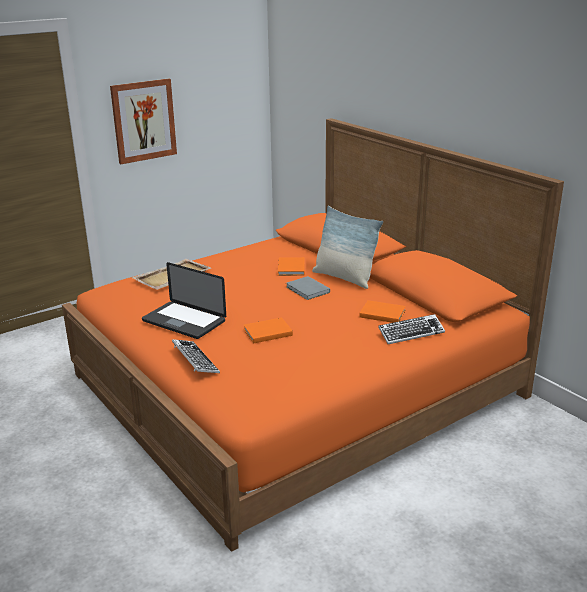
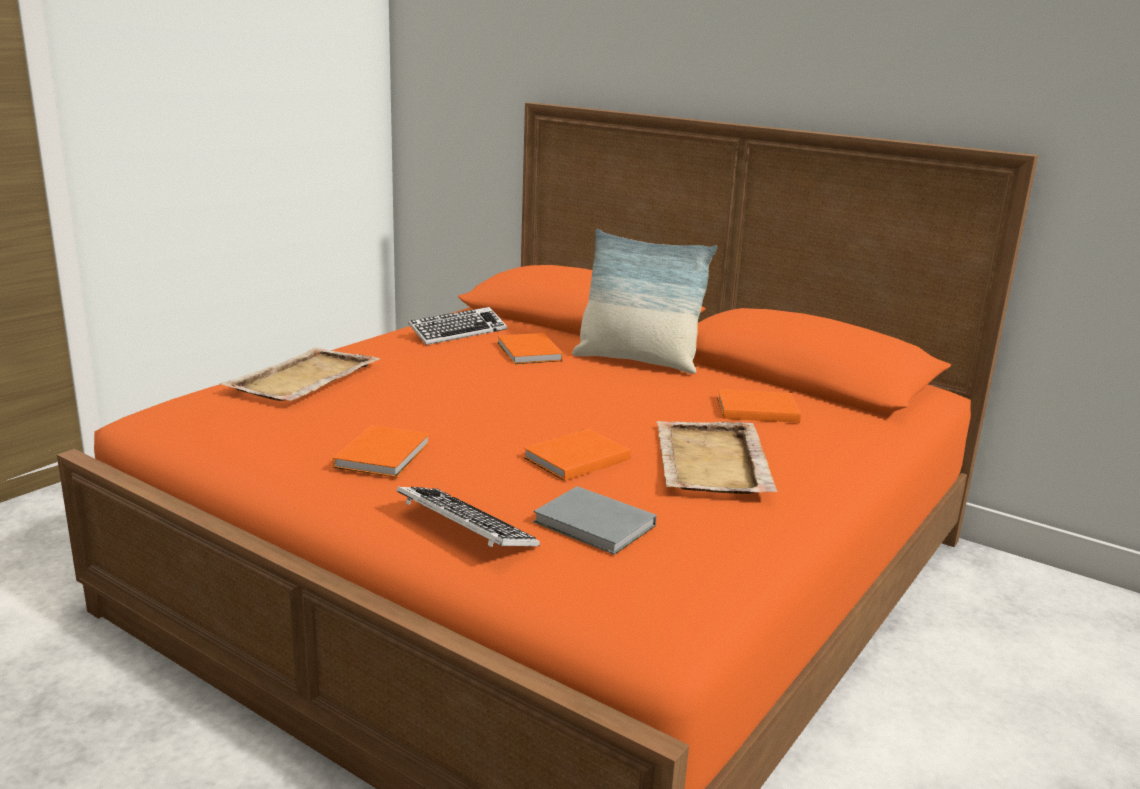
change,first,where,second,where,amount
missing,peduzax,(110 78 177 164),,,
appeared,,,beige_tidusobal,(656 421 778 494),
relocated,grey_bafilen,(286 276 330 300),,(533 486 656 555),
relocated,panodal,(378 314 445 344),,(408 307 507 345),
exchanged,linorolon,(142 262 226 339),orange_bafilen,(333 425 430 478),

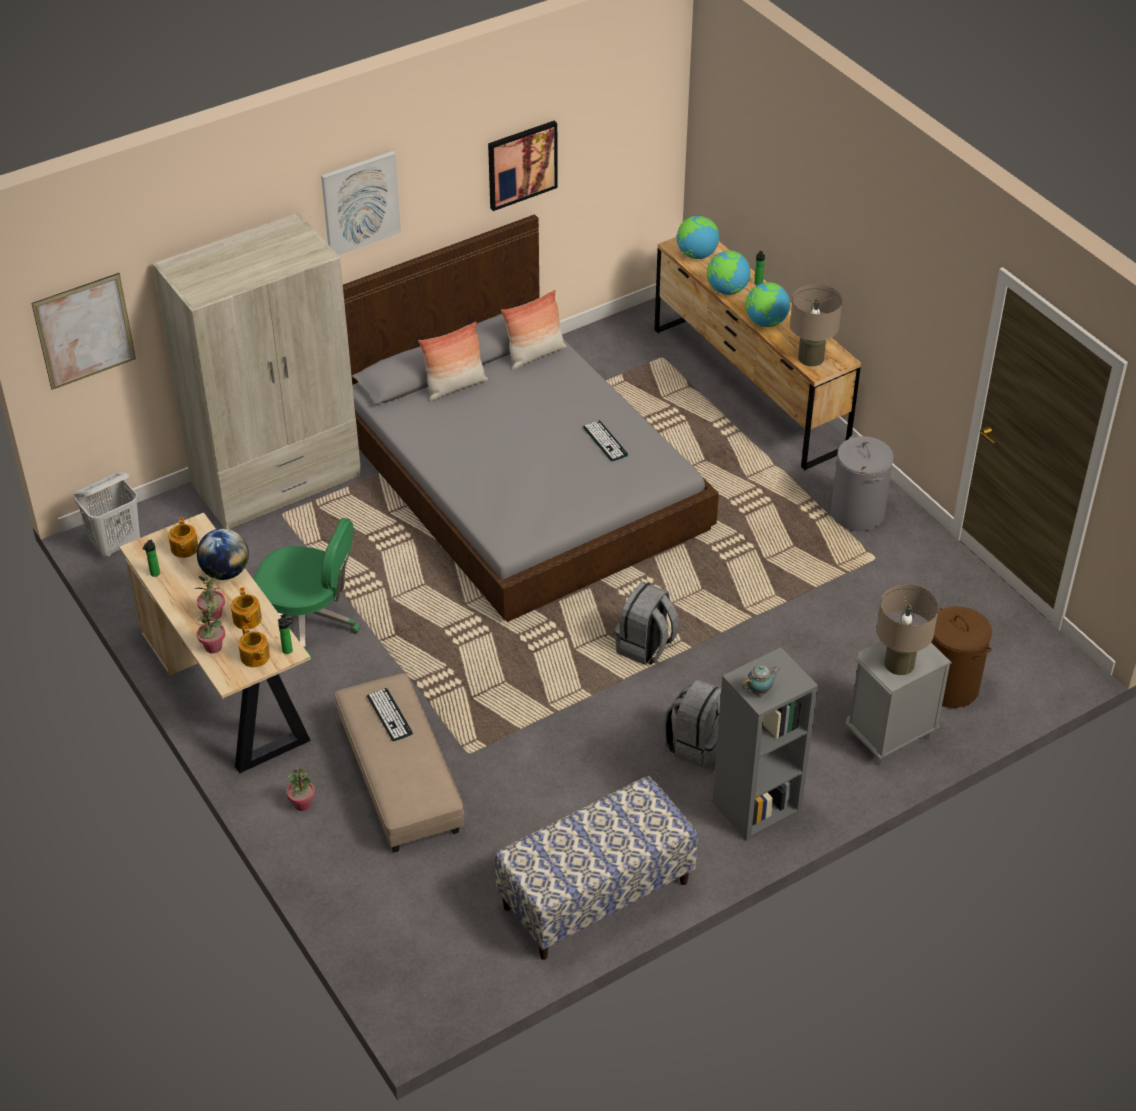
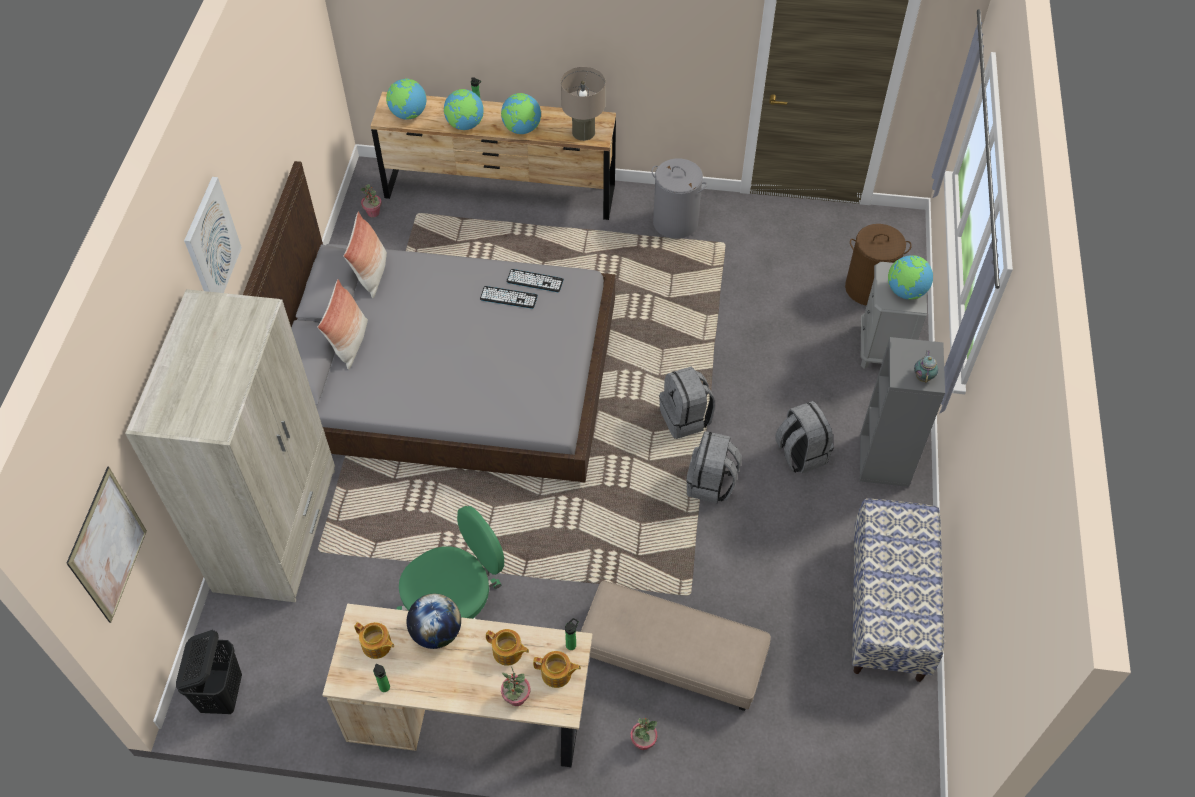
change,first,where,second,where,amount
missing,peduzax,(488 121 558 211),,,
appeared,,,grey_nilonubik,(686 431 742 503),
relocated,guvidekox,(194 576 225 621),,(361 184 382 217),
relocated,panodal,(367 688 413 741),,(506 269 564 292),
exchanged,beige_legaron,(876 584 939 675),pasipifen,(888 255 933 300),
colour,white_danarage,(74 472 140 557),black_danarage,(176 630 242 714),

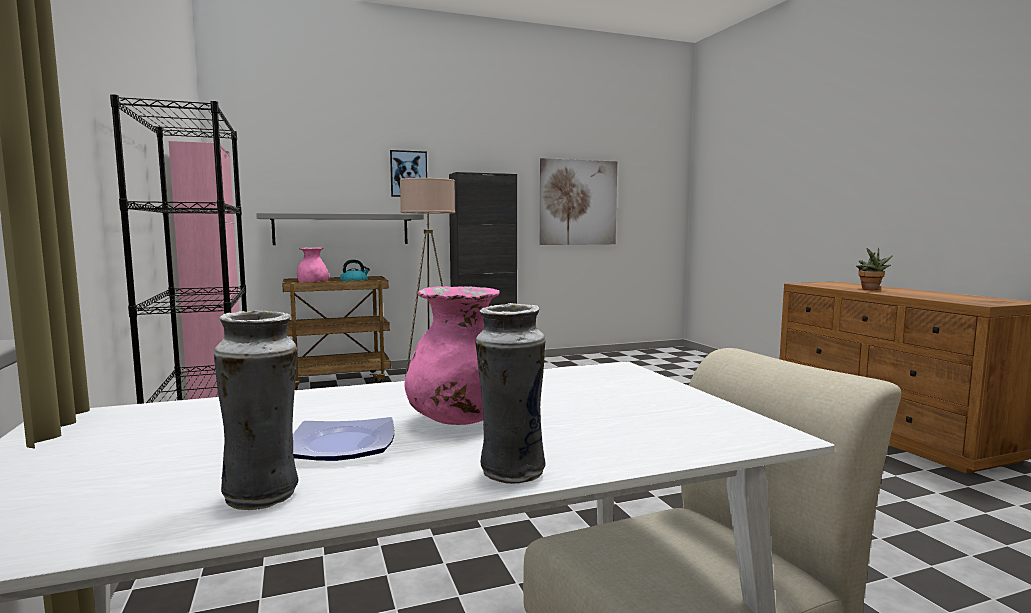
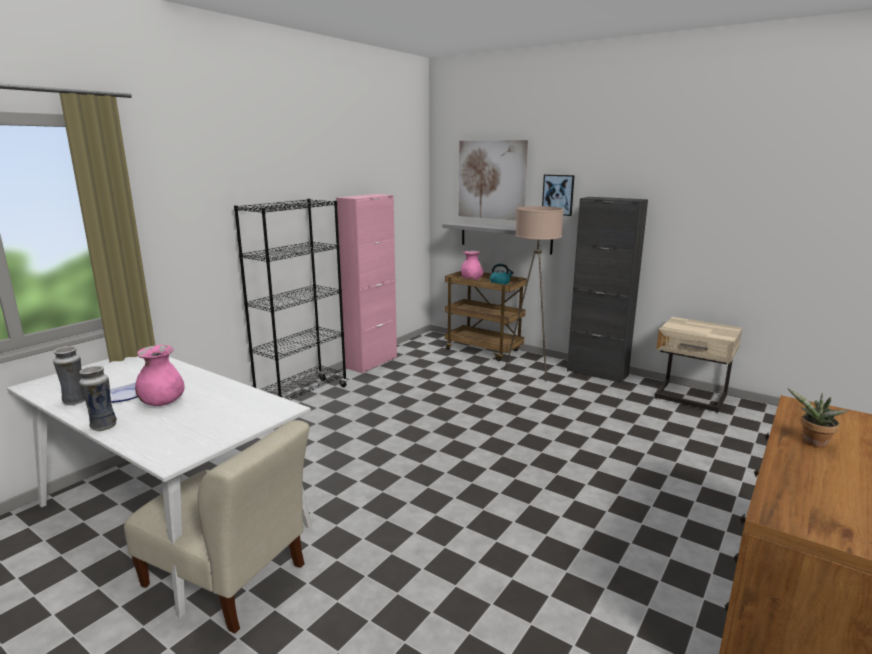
change,first,where,second,where,amount
appeared,,,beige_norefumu,(654 317 742 413),
relocated,peduzax,(540 158 617 245),,(459 140 528 220),

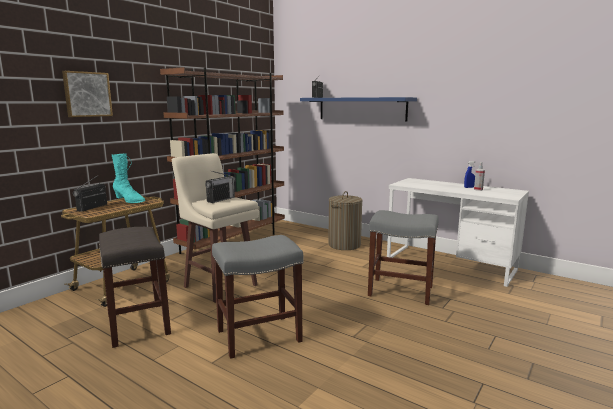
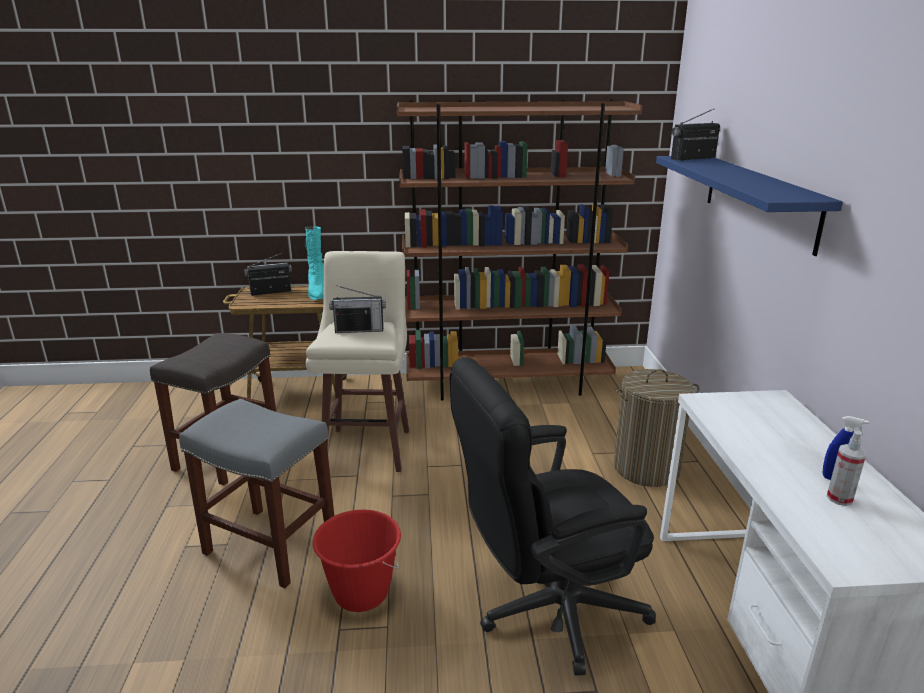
change,first,where,second,where,amount
missing,peduzax,(62 71 113 117),,,
appeared,,,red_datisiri,(313 510 401 612),
exchanged,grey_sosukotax,(368 210 439 305),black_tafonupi,(450 357 656 676),

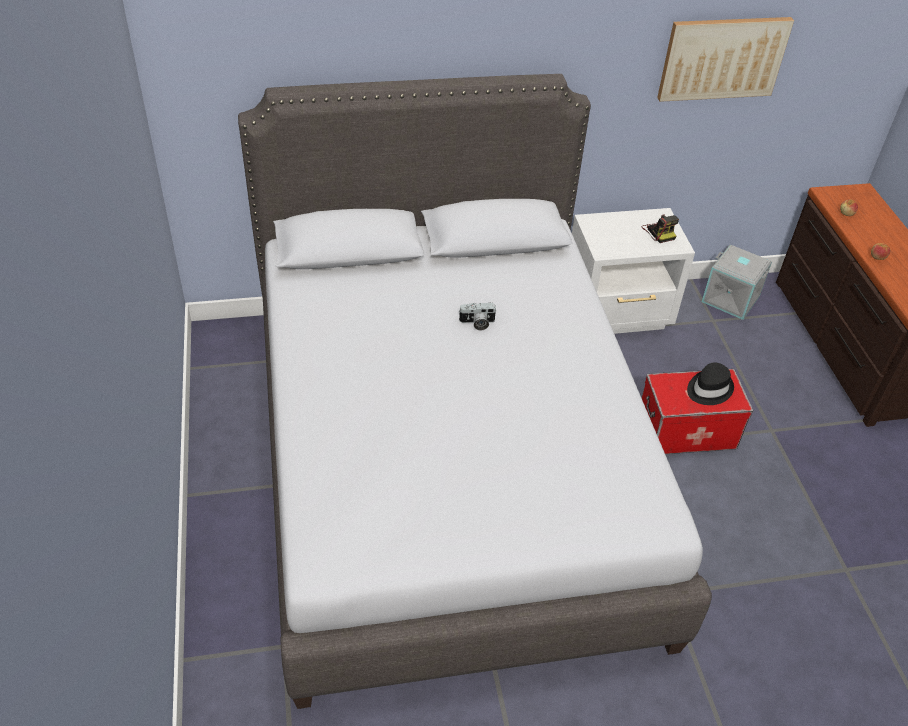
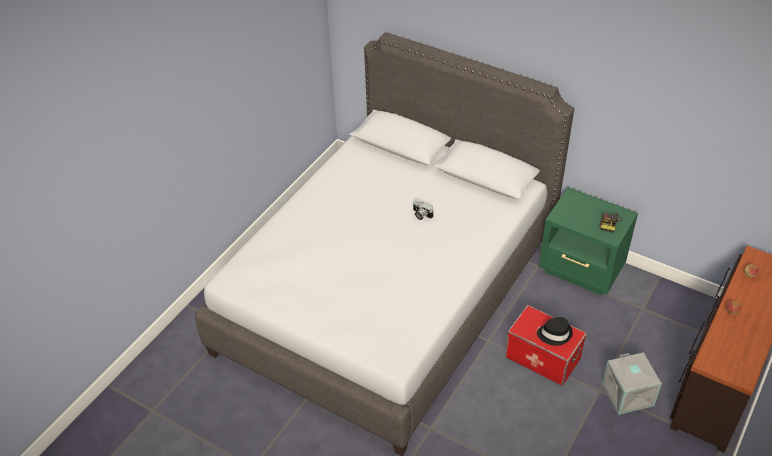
change,first,where,second,where,amount
missing,peduzax,(657 17 794 102),,,
relocated,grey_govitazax,(702 245 772 320),,(602 352 662 415),
colour,white_norefumu,(572 208 695 334),green_norefumu,(539 187 638 295),

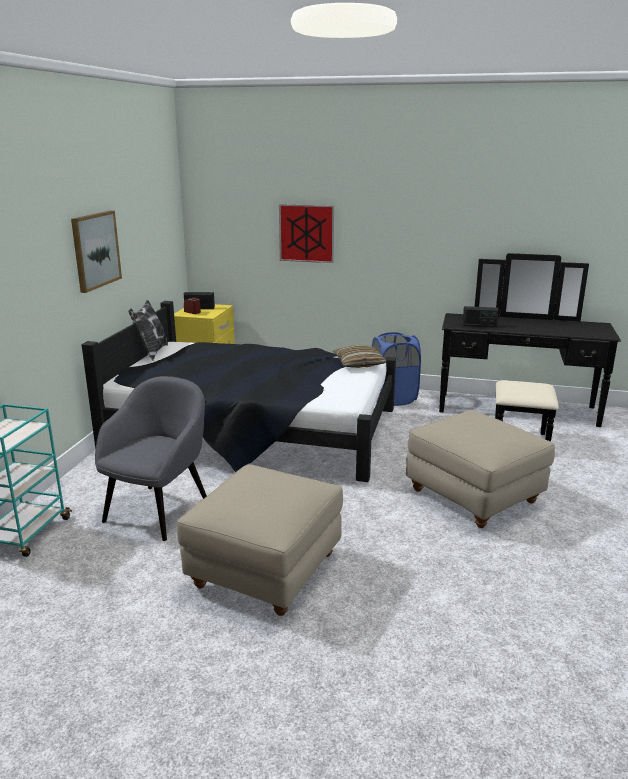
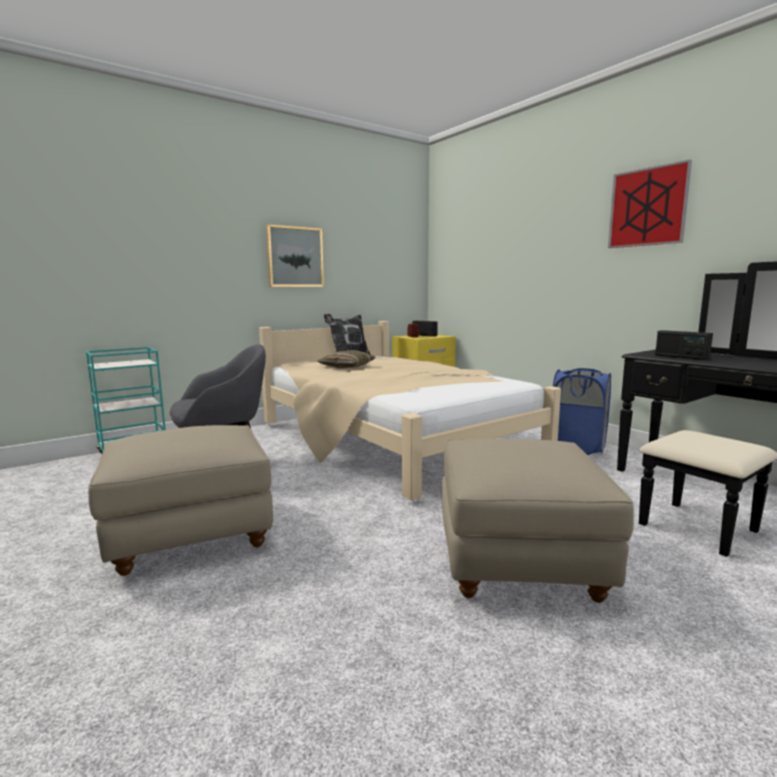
change,first,where,second,where,amount
relocated,peduzax,(279 204 334 263),,(608 159 692 248),
relocated,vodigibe,(333 345 387 368),,(317 350 375 368),
colour,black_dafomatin,(81 301 396 482),beige_dafomatin,(259 321 561 501),

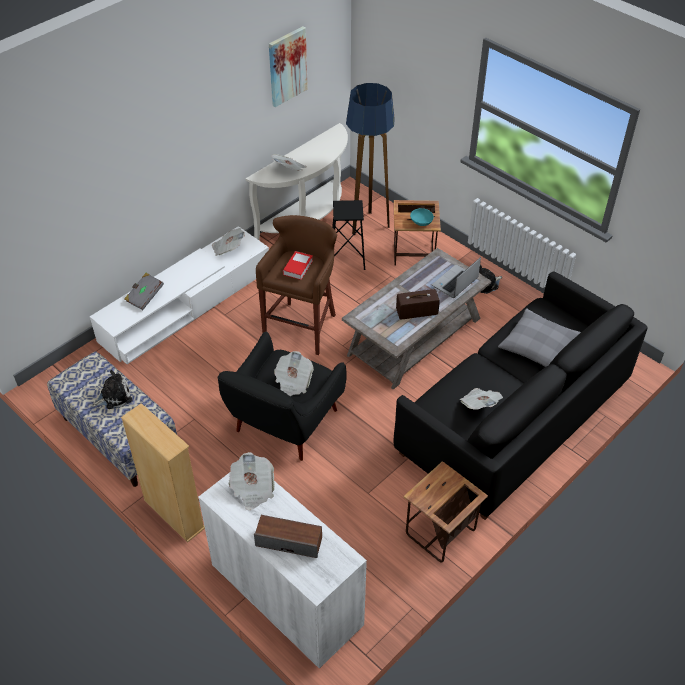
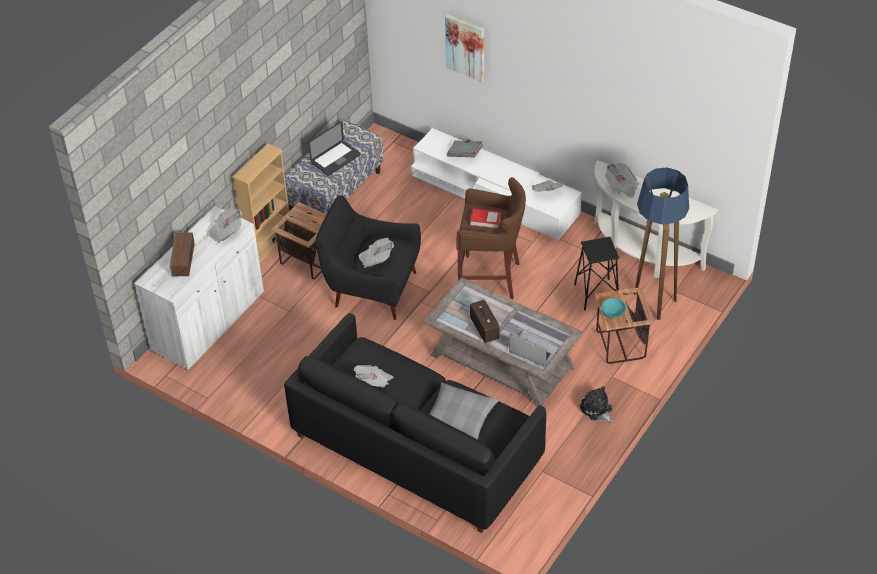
change,first,where,second,where,amount
relocated,peduzax,(269 26 308 107),,(445 14 484 82),
relocated,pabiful,(404 461 488 563),,(271 202 326 280),
exchanged,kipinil,(92 370 133 409),linorolon,(309 121 361 176),

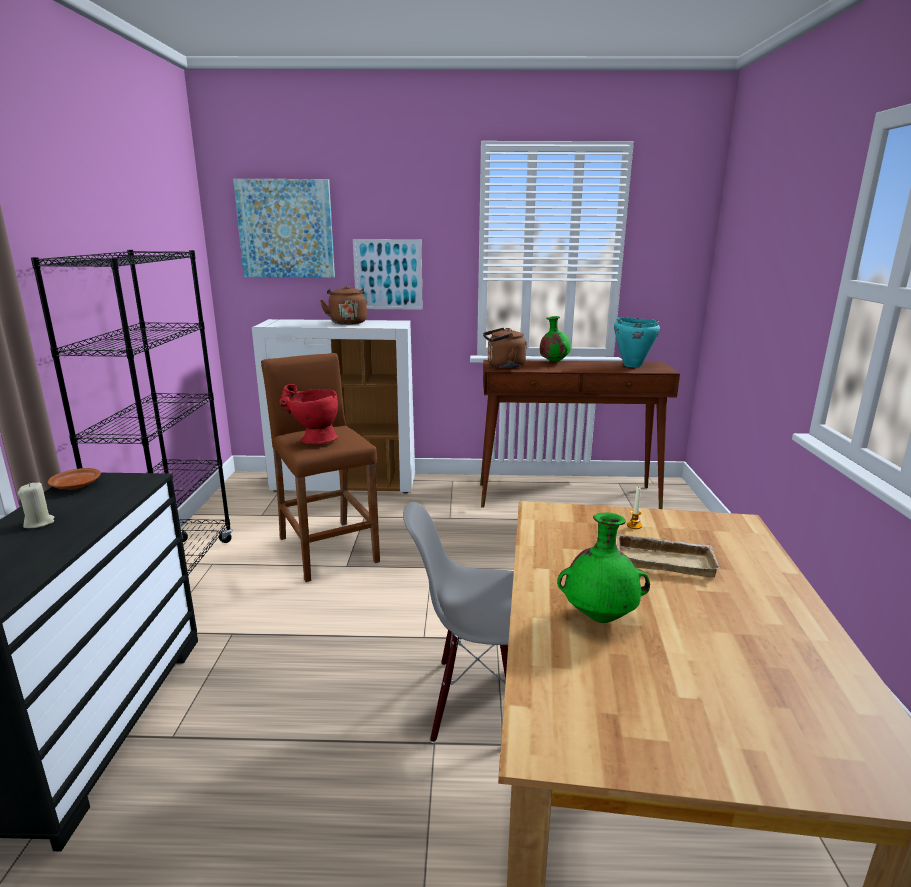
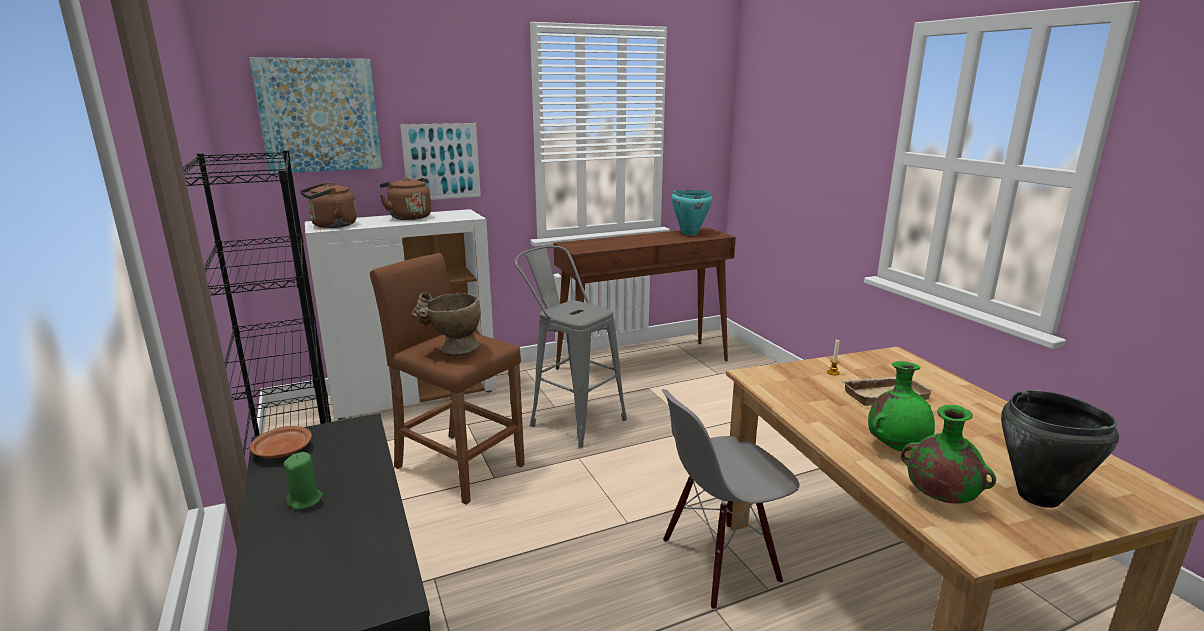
change,first,where,second,where,amount
appeared,,,grey_sosukotax,(515 246 627 448),
appeared,,,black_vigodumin,(1001 390 1119 508),
relocated,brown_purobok,(483 328 527 368),,(300 182 357 228),
relocated,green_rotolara,(540 316 571 362),,(901 405 996 504),
colour,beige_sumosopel,(18 482 54 528),green_sumosopel,(283 452 323 510),
colour,red_rotolara,(279 384 338 445),beige_rotolara,(411 293 481 356),

